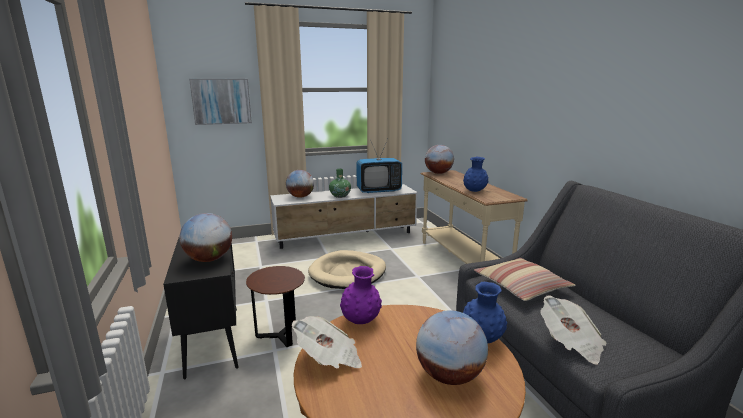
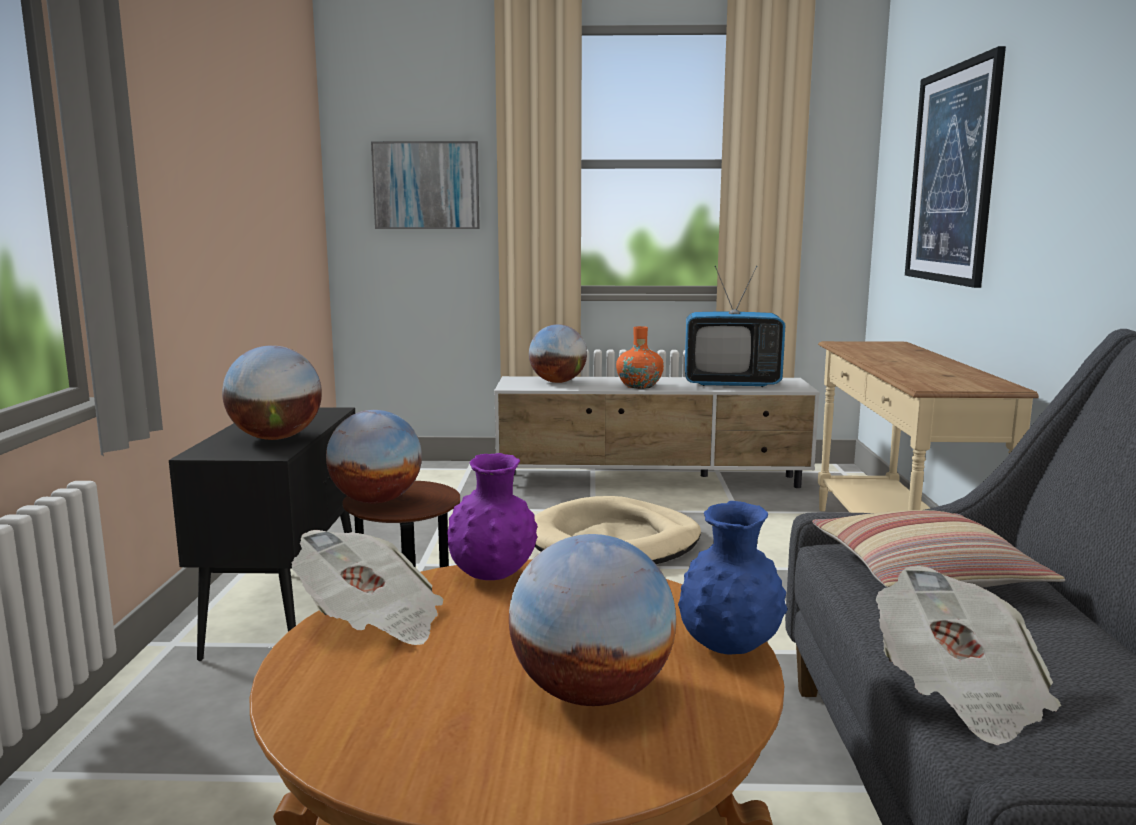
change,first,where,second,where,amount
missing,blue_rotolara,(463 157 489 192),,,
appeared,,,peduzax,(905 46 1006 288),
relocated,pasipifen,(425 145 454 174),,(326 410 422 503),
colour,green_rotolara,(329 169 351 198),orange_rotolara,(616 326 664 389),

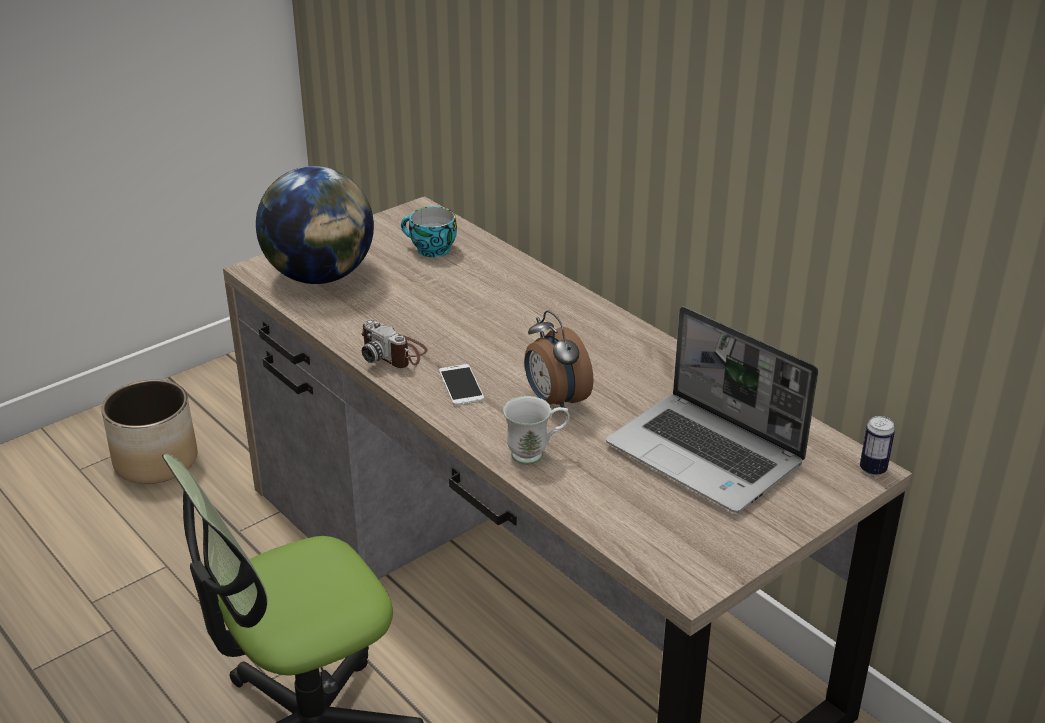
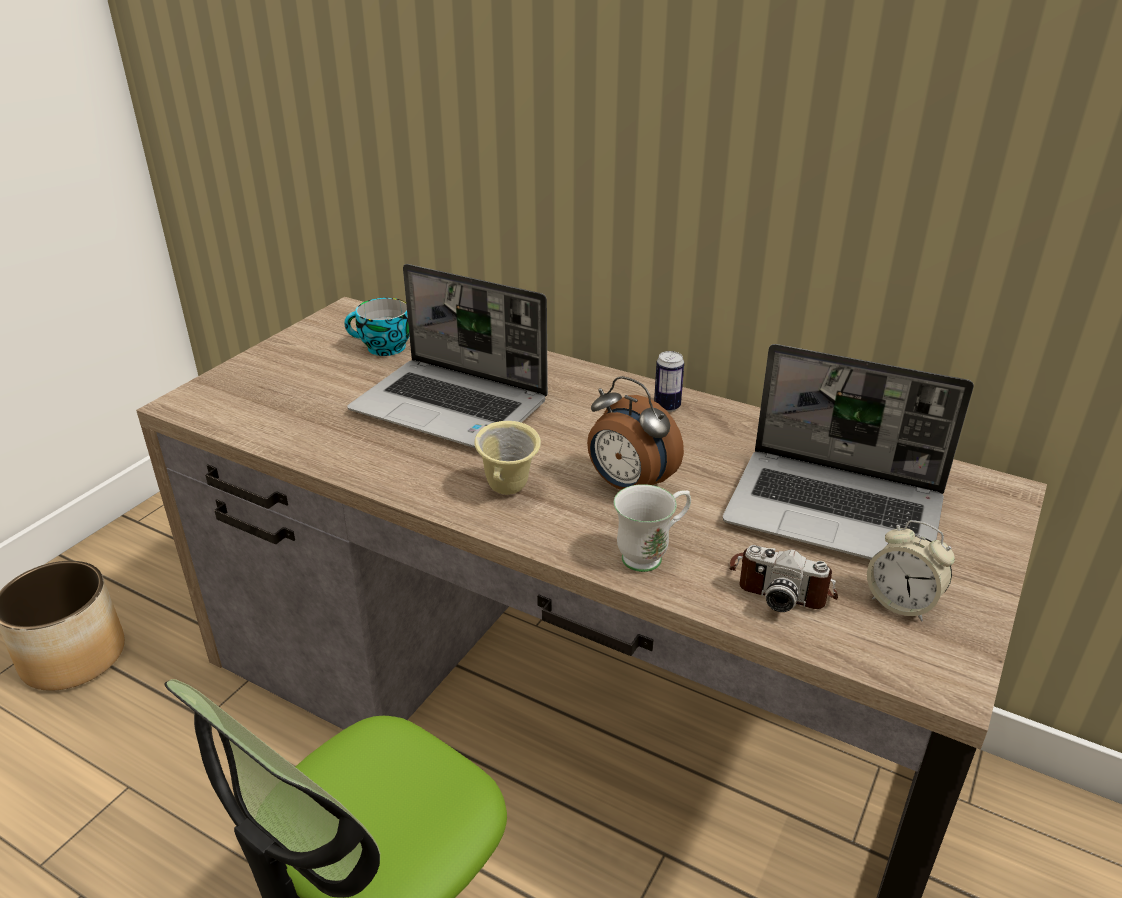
change,first,where,second,where,amount
missing,pasipifen,(256 166 374 284),,,
appeared,,,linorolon,(347 264 548 448),
appeared,,,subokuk,(867 520 955 621),
relocated,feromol,(362 319 428 368),,(729 545 838 612),
relocated,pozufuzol,(860 416 895 476),,(654 351 684 412),
exchanged,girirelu,(439 364 484 406),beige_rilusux,(474 421 541 495),

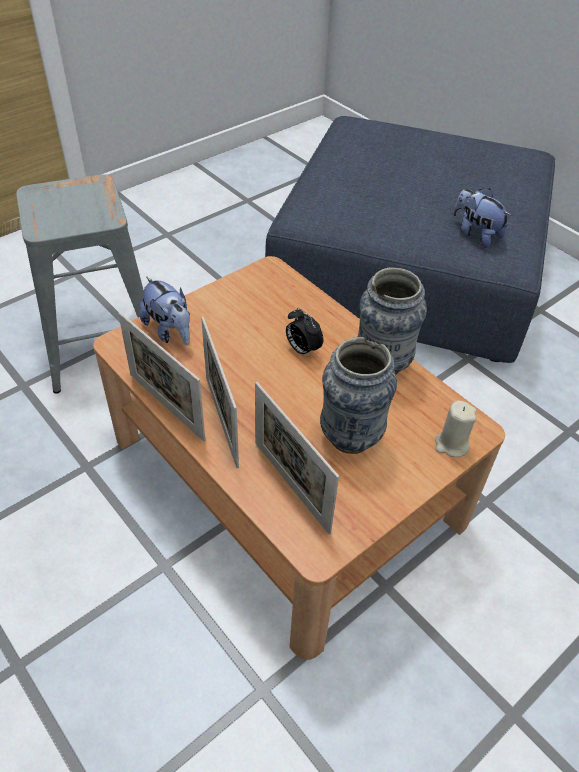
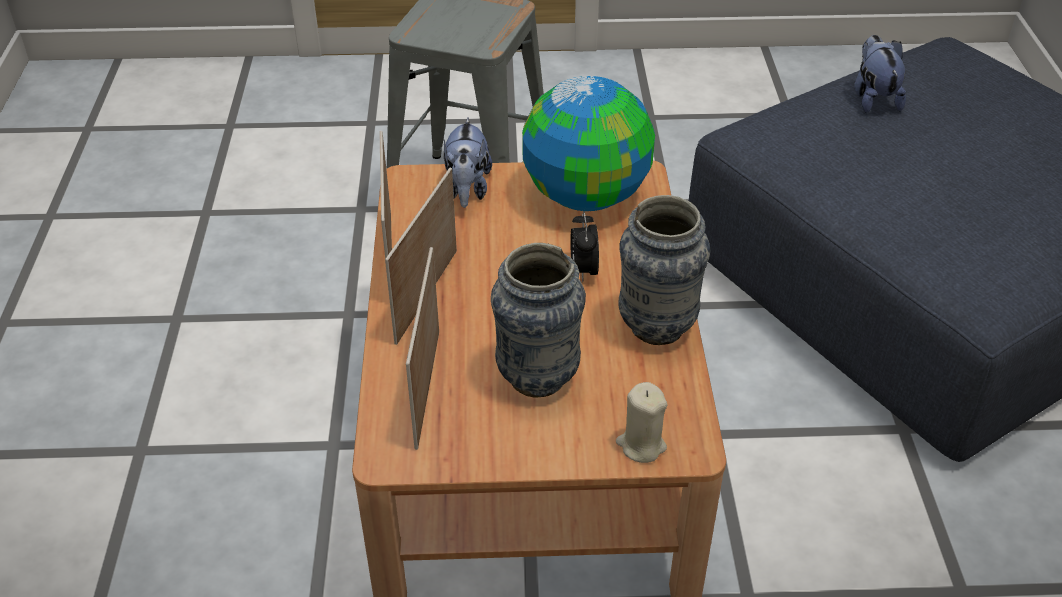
change,first,where,second,where,amount
appeared,,,pasipifen,(522 76 655 211),
relocated,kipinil,(453 188 511 248),,(854 35 906 113),

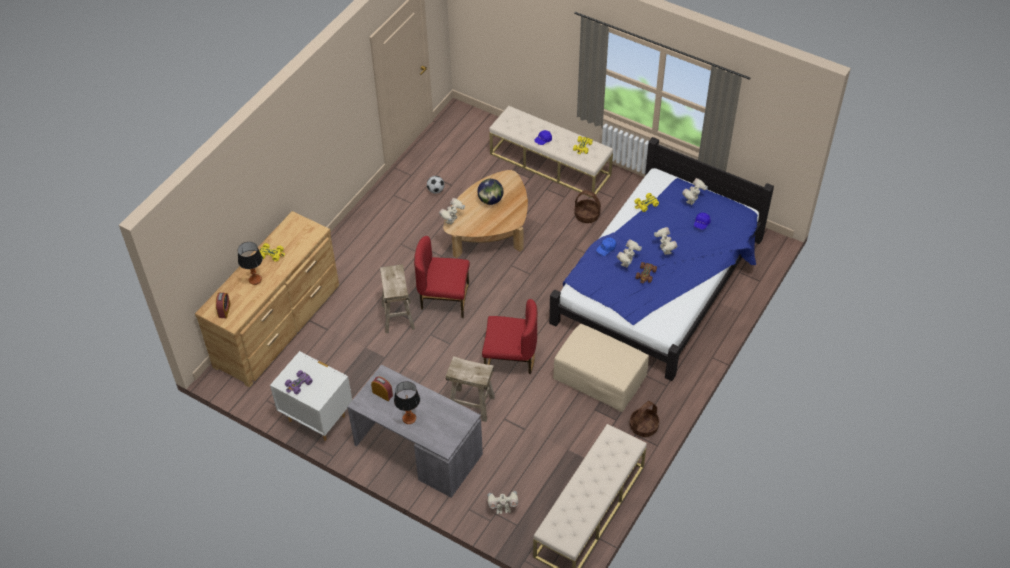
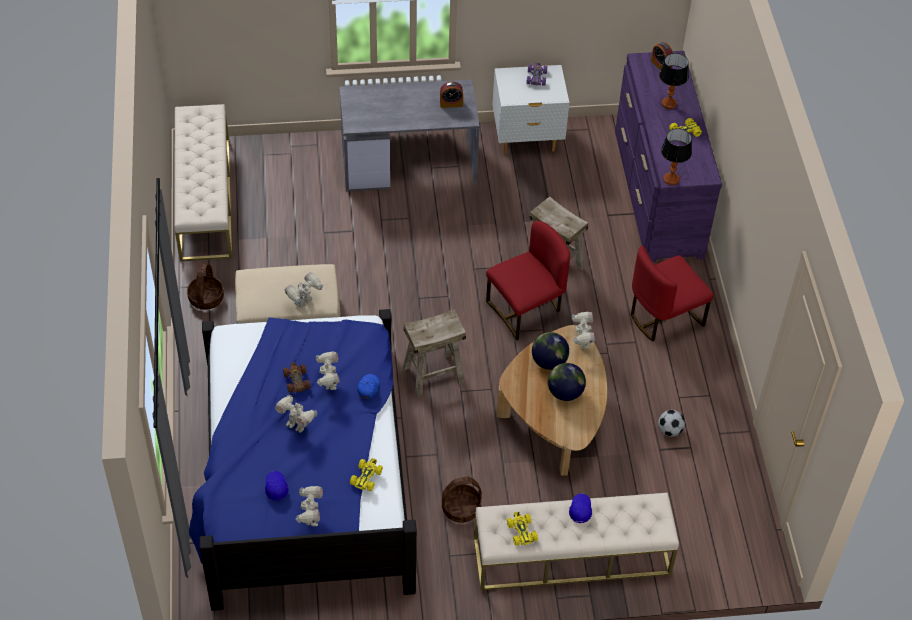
change,first,where,second,where,amount
appeared,,,pasipifen,(532 332 569 370),
relocated,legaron,(394 381 420 424),,(661 128 692 185),
relocated,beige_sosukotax,(446 356 495 422),,(403 309 466 397),
relocated,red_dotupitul,(482 299 537 374),,(631 246 714 342),
relocated,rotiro,(487 491 518 514),,(285 272 323 308),
colour,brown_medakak,(195 211 339 387),purple_medakak,(615 51 722 262),

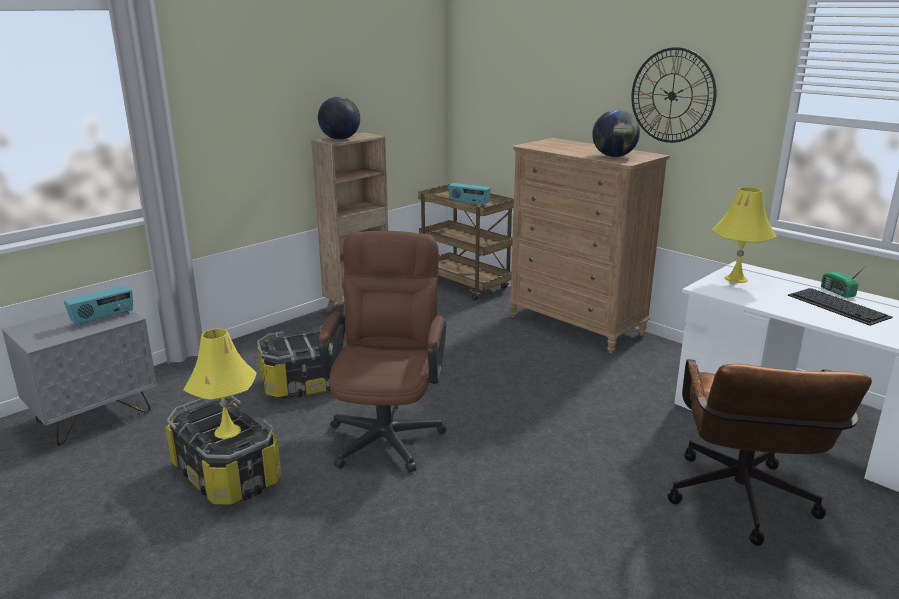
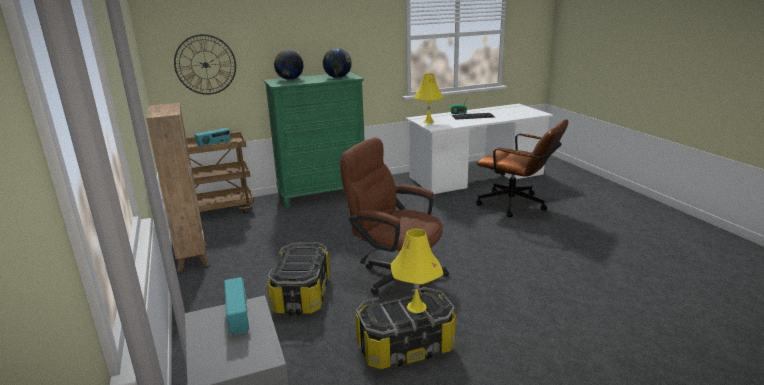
change,first,where,second,where,amount
relocated,pasipifen,(318 96 360 140),,(274 50 304 80),
relocated,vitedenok,(631 47 716 143),,(174 34 236 95),
colour,brown_medakak,(509 138 670 353),green_medakak,(263 72 365 208),

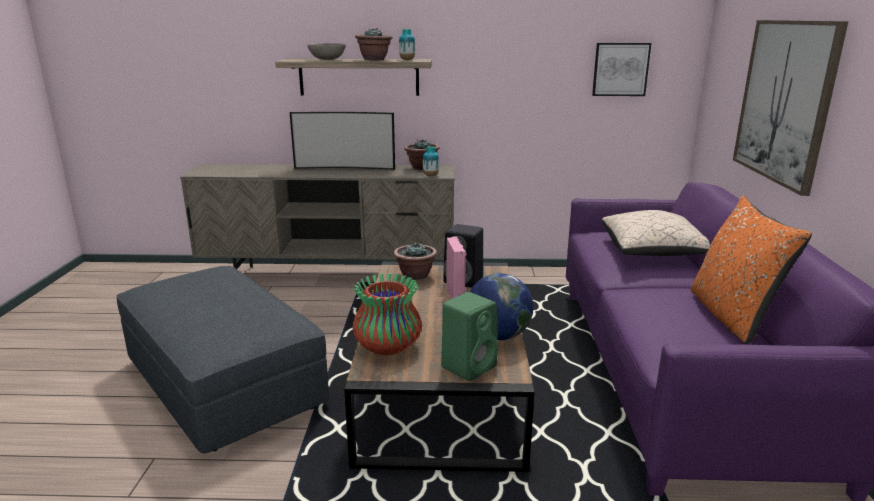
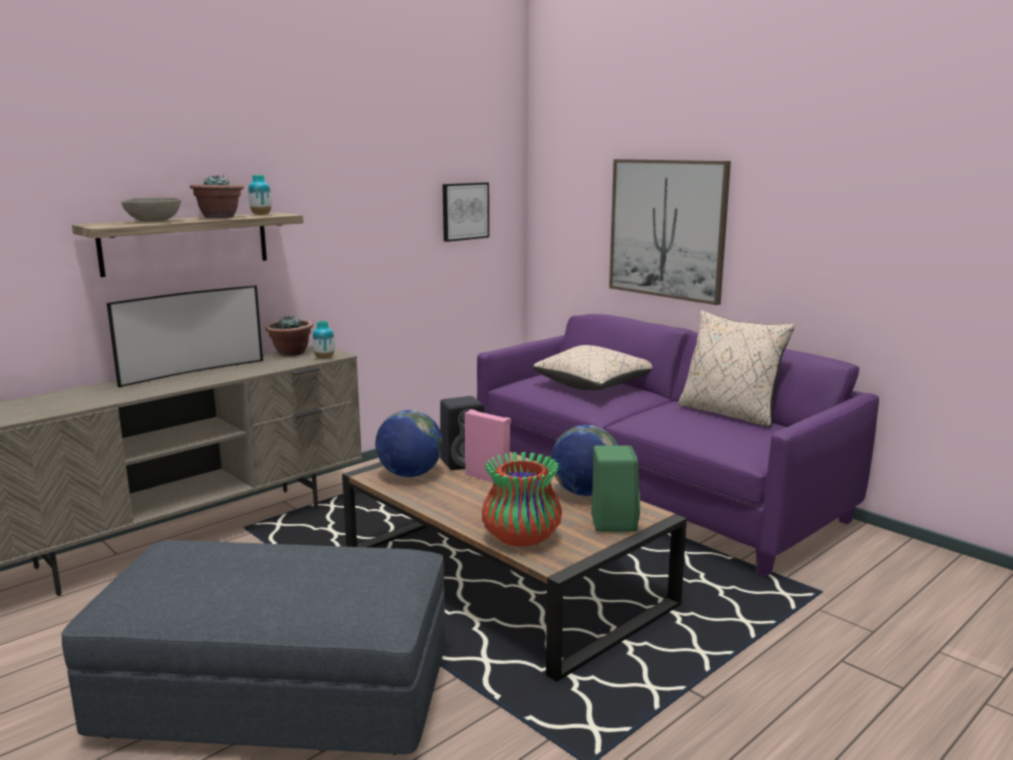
change,first,where,second,where,amount
exchanged,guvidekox,(393 242 437 281),pasipifen,(375 410 443 477),
colour,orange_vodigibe,(691 196 812 345),beige_vodigibe,(678 310 795 427),

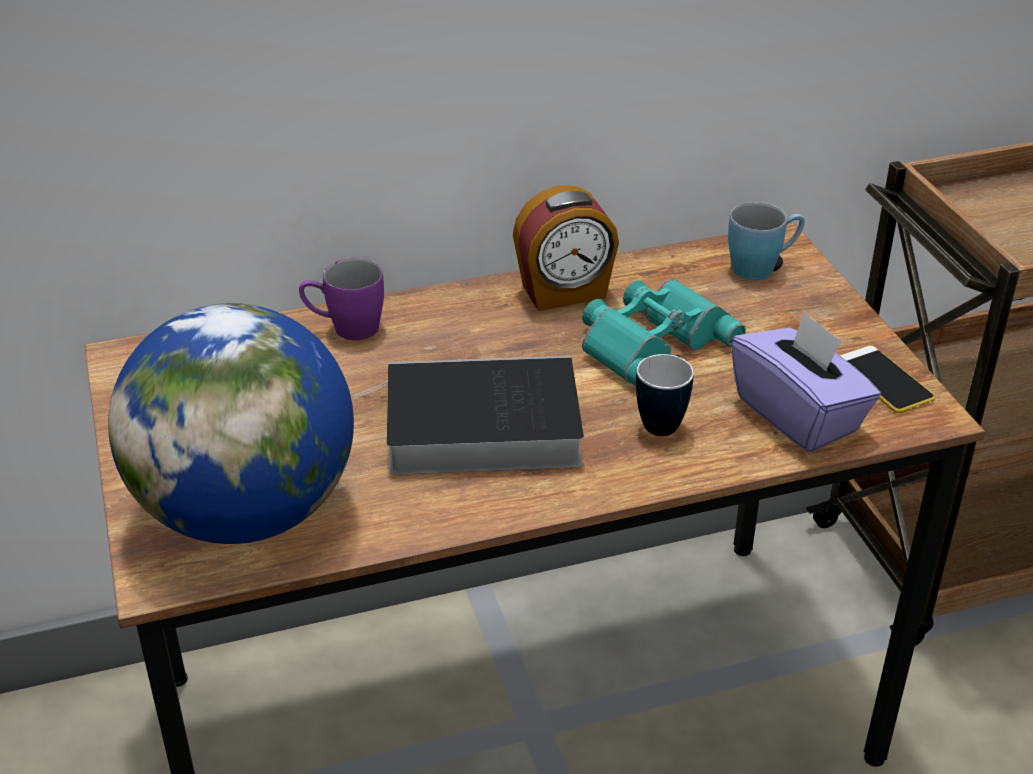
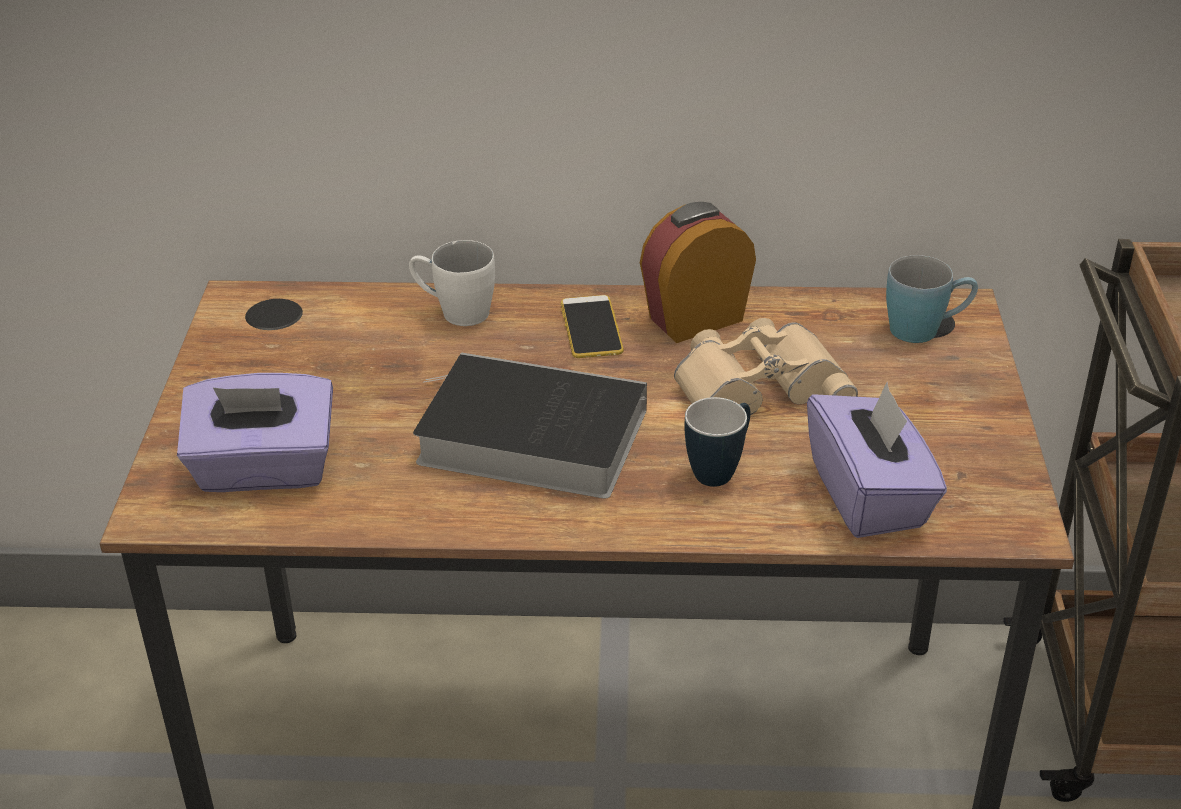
change,first,where,second,where,amount
relocated,girirelu,(840 345 935 413),,(561 295 624 358),
exchanged,pasipifen,(108 303 354 544),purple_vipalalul,(177 373 333 492),
colour,purple_rilusux,(299 258 384 340),white_rilusux,(409 240 495 326),
colour,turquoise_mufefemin,(582 279 746 386),beige_mufefemin,(674 318 858 415),
spun,subokuk,(513 185 619 311),,(640 202 756 343),150 degrees clockwise

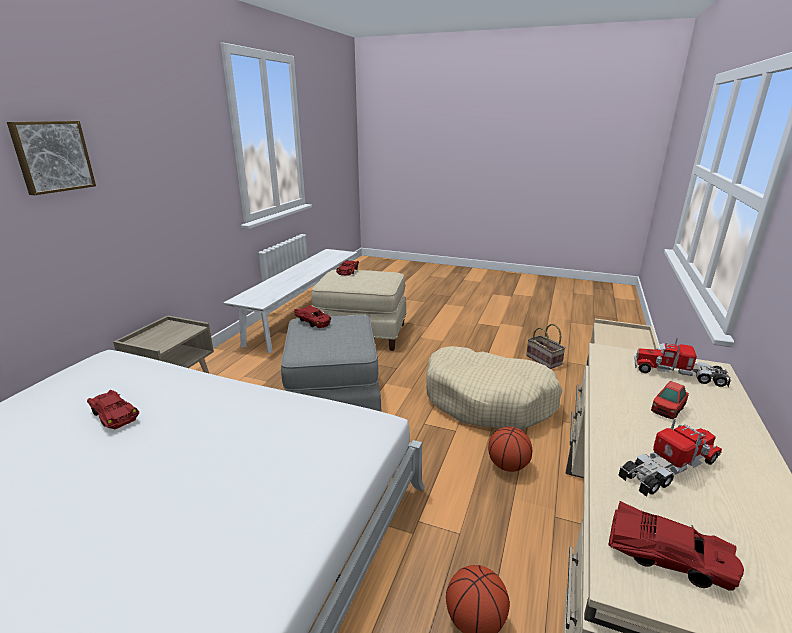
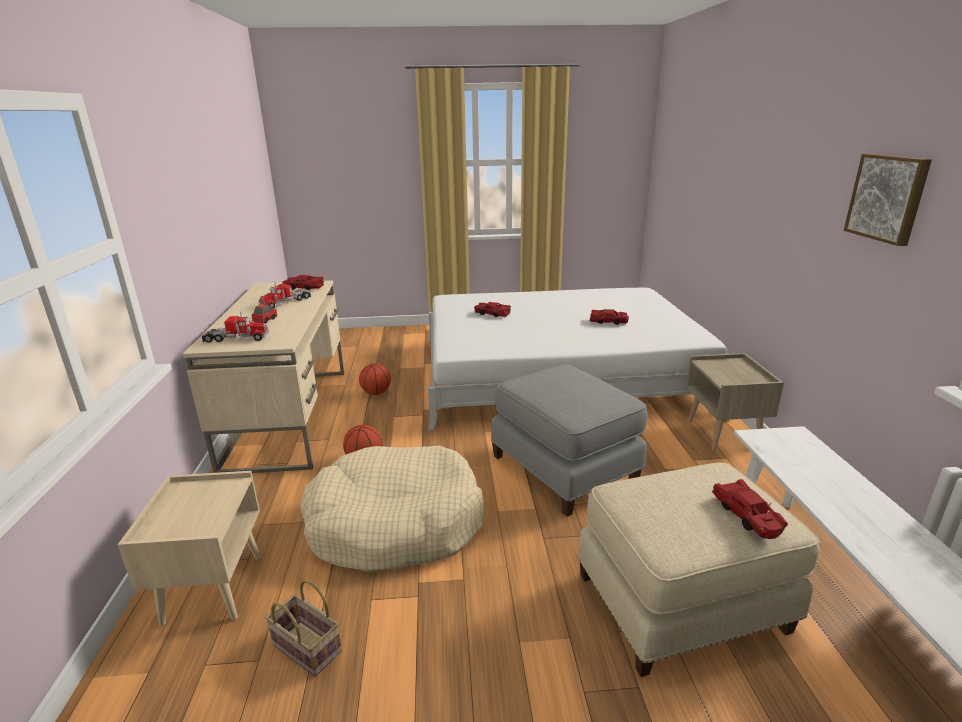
change,first,where,second,where,amount
relocated,peduzax,(7 121 96 195),,(844 154 932 246),
relocated,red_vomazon,(294 305 331 328),,(474 302 511 317),

